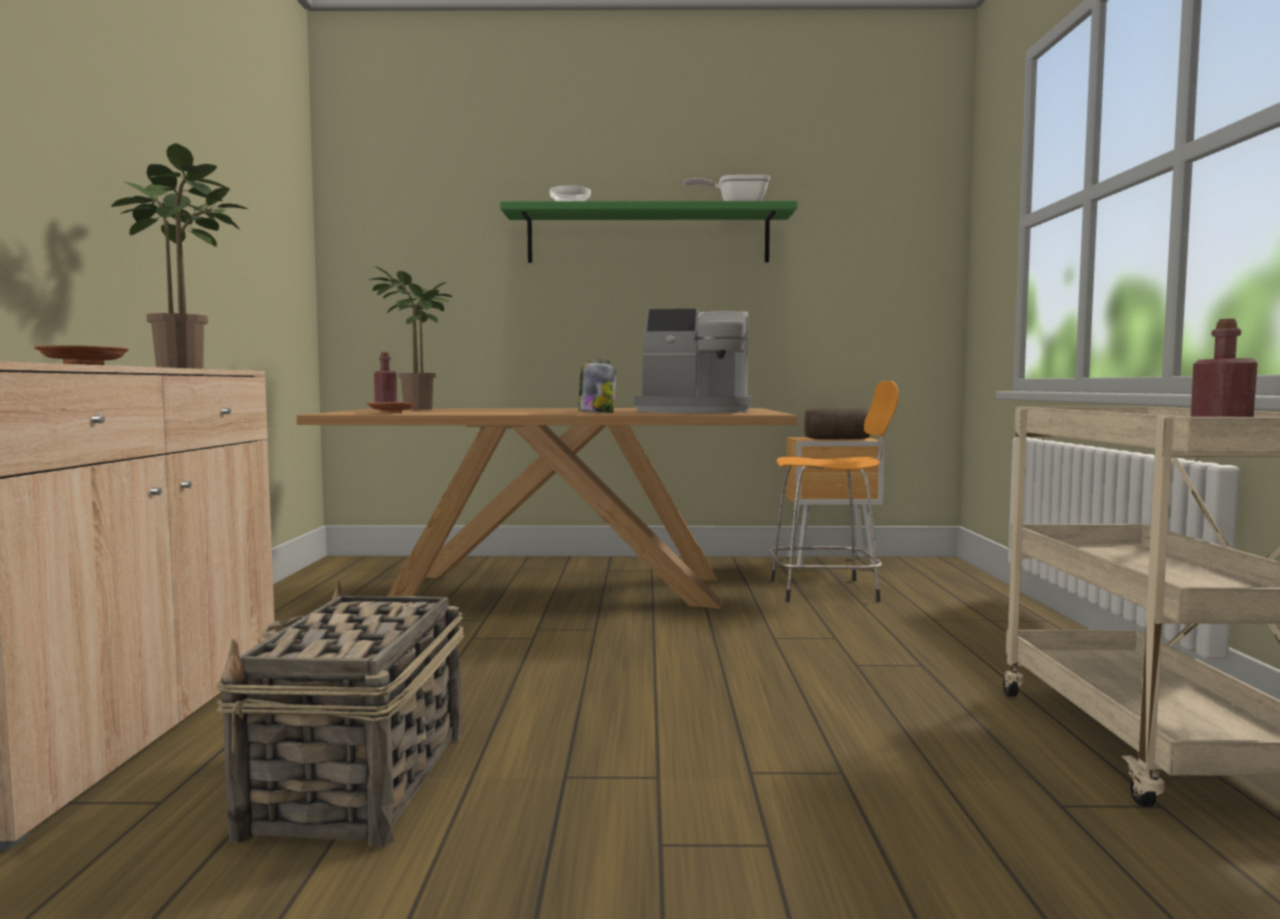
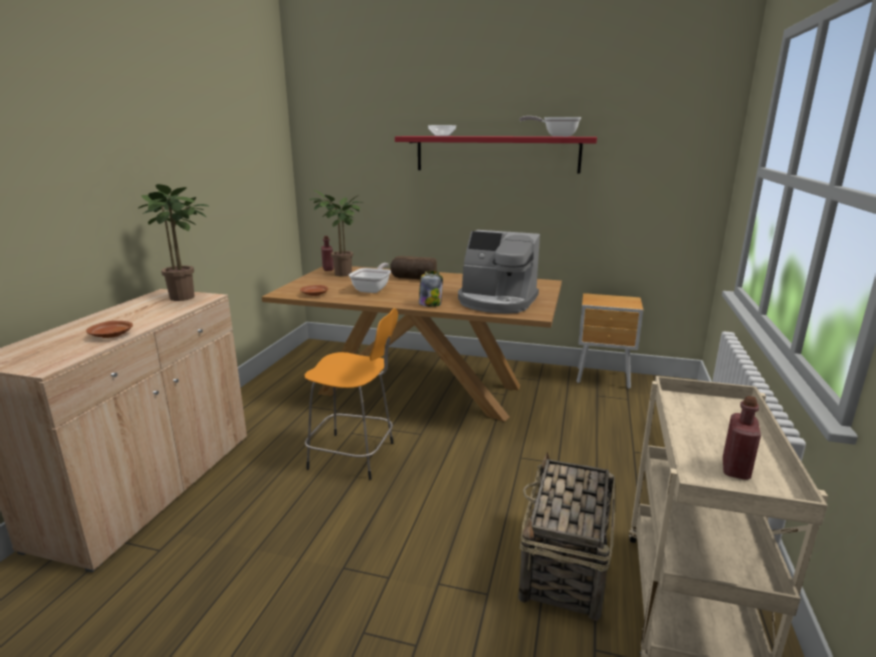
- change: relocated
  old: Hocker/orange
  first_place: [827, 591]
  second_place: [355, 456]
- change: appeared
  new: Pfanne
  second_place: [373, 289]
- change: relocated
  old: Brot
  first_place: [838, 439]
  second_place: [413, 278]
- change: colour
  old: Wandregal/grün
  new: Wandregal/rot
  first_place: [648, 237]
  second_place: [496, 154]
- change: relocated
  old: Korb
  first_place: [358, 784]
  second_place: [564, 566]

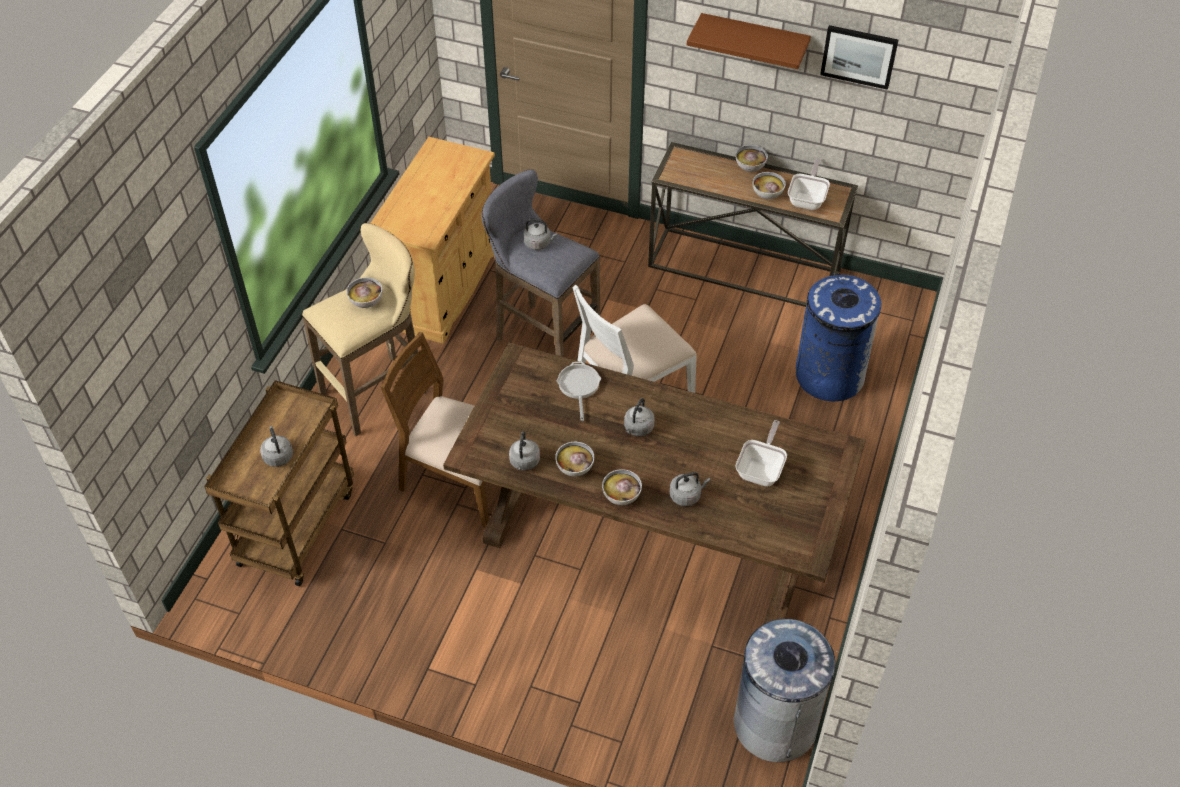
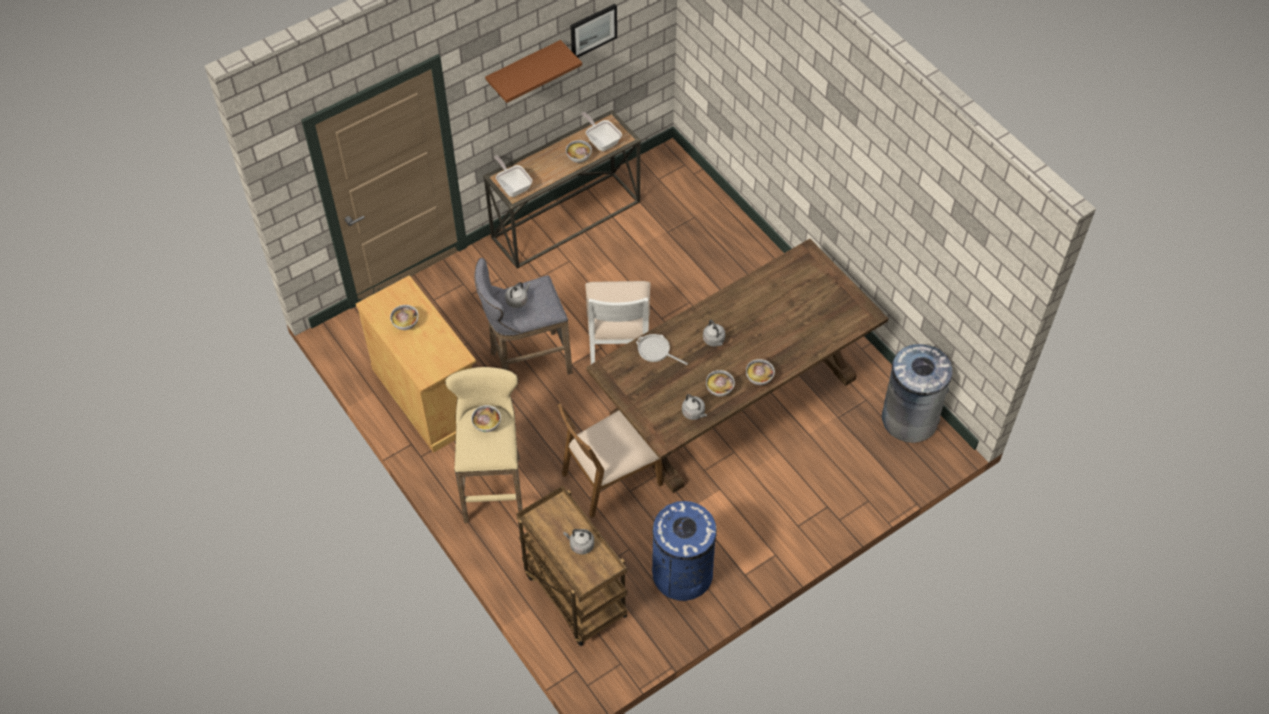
- change: relocated
  old: Schüssel
  first_place: [750, 168]
  second_place: [406, 324]
- change: relocated
  old: Pfanne
  first_place: [761, 469]
  second_place: [513, 186]
- change: relocated
  old: Mülleimer/blau
  first_place: [829, 375]
  second_place: [682, 574]
- change: missing
  old: Wasserkessel/grau
  first_place: [686, 495]

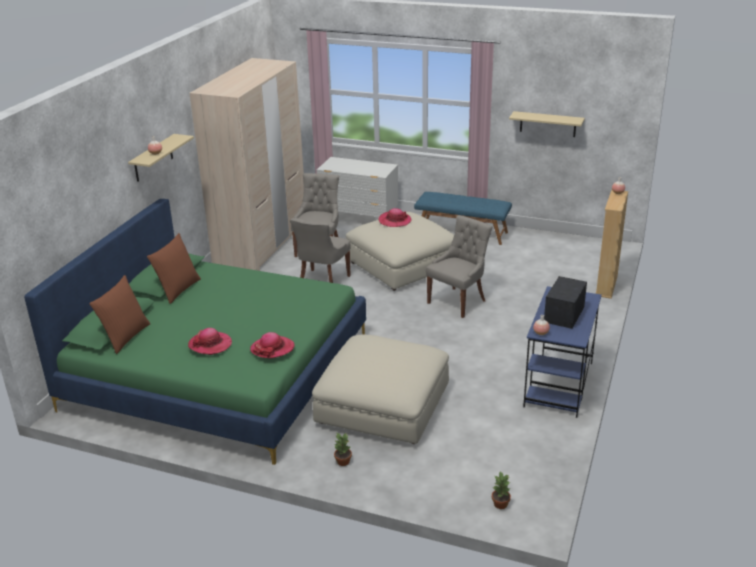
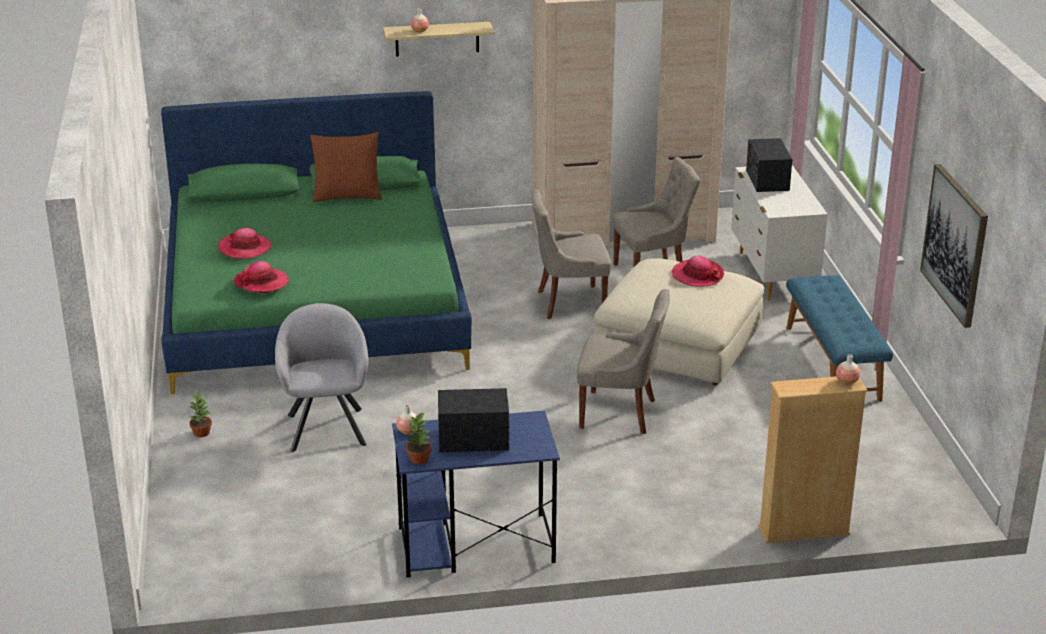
- change: exchanged
  old: Polsterhocker/beige
  new: Sessel/grau
  first_place: [383, 405]
  second_place: [326, 426]
- change: relocated
  old: Topfpflanze
  first_place: [500, 504]
  second_place: [420, 459]
- change: appeared
  new: Radio
  second_place: [767, 180]
- change: exchanged
  old: Wandregal/beige
  new: Bild
  first_place: [548, 124]
  second_place: [955, 244]
- change: missing
  old: Kissen/braun
  first_place: [125, 337]

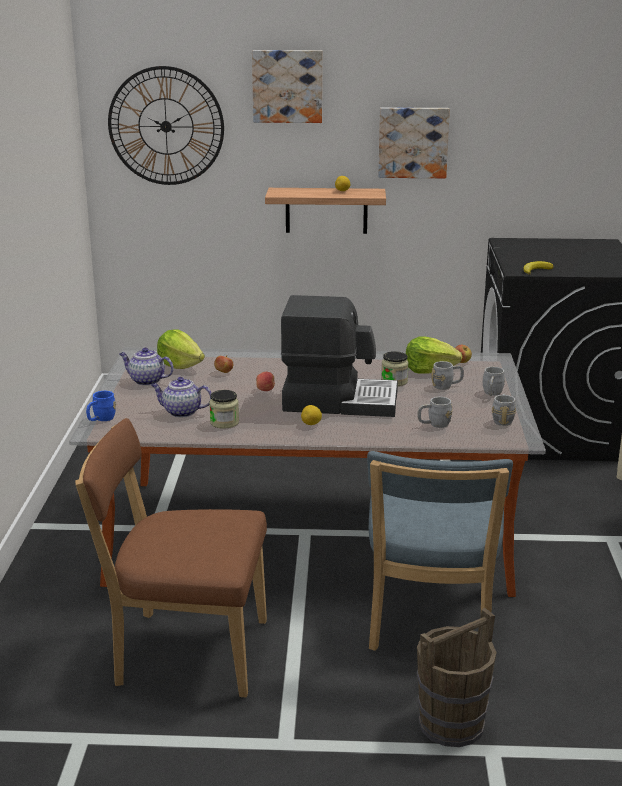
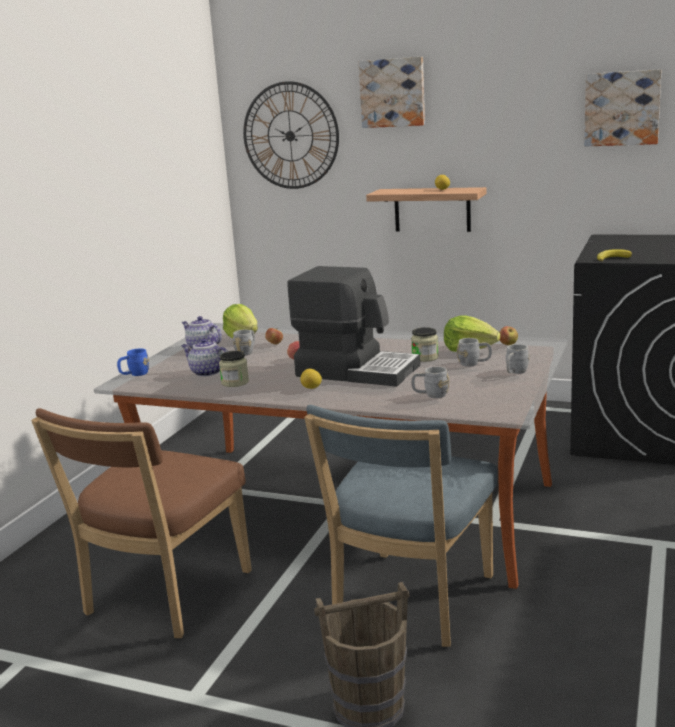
- change: spun
  old: Stuhl/braun
  first_place: [184, 652]
  second_place: [163, 597]
  degrees: -90
- change: relocated
  old: Henkelbecher/grau
  first_place: [502, 419]
  second_place: [247, 351]
- change: relocated
  old: Bild
  first_place: [413, 142]
  second_place: [622, 108]

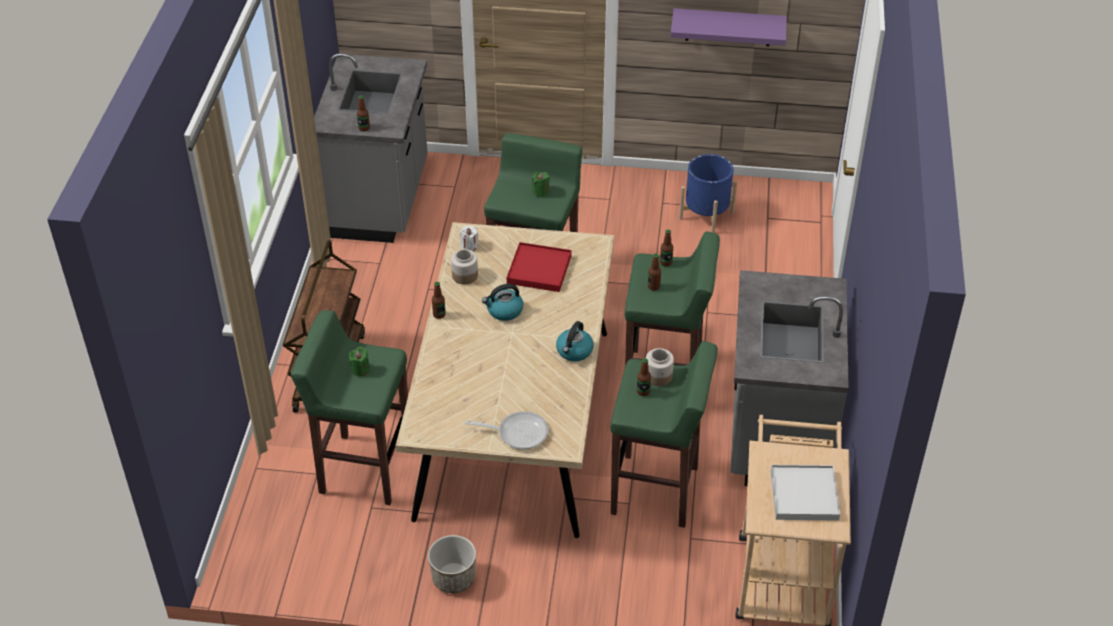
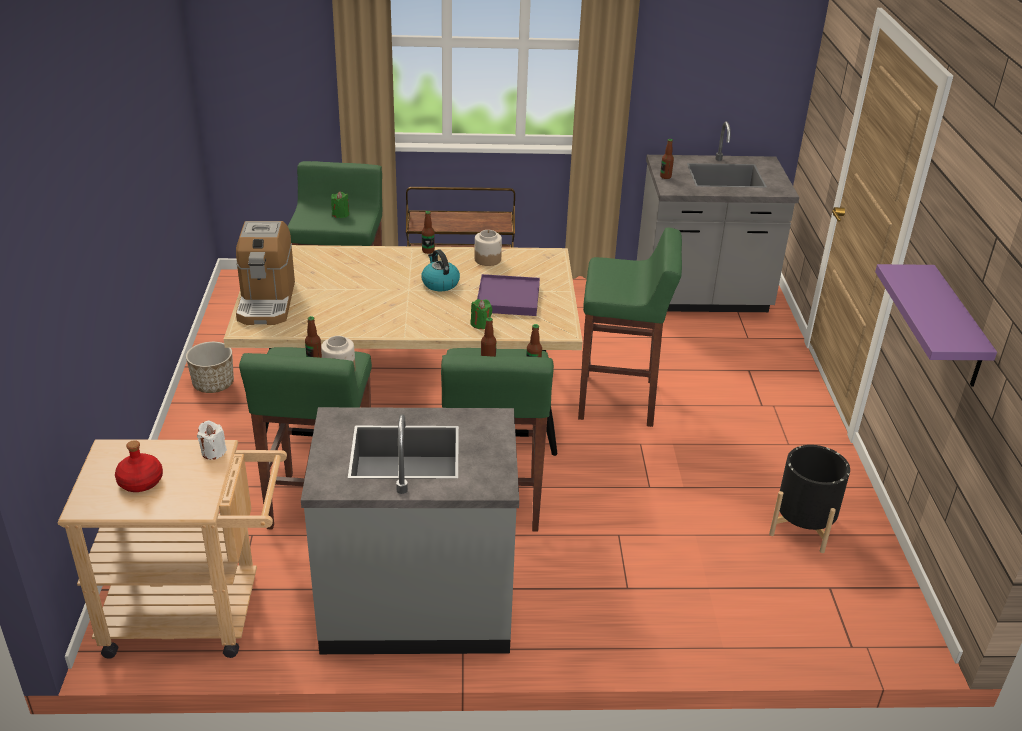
- change: exchanged
  old: Tablett/weiß
  new: Flasche/rot
  first_place: [804, 495]
  second_place: [140, 481]
- change: relocated
  old: Kerze/weiß
  first_place: [469, 246]
  second_place: [213, 452]
- change: exchanged
  old: Pfanne
  new: Kaffeemaschine
  first_place: [518, 433]
  second_place: [266, 301]
- change: relocated
  old: Kerze/grün
  first_place: [540, 192]
  second_place: [480, 324]
- change: colour
  old: Tablett/rot
  new: Tablett/lila
  first_place: [539, 269]
  second_place: [508, 298]
- change: colour
  old: Pflanzkübel/blau
  new: Pflanzkübel/schwarz
  first_place: [706, 215]
  second_place: [802, 527]
- change: missing
  old: Wasserkessel
  first_place: [574, 351]

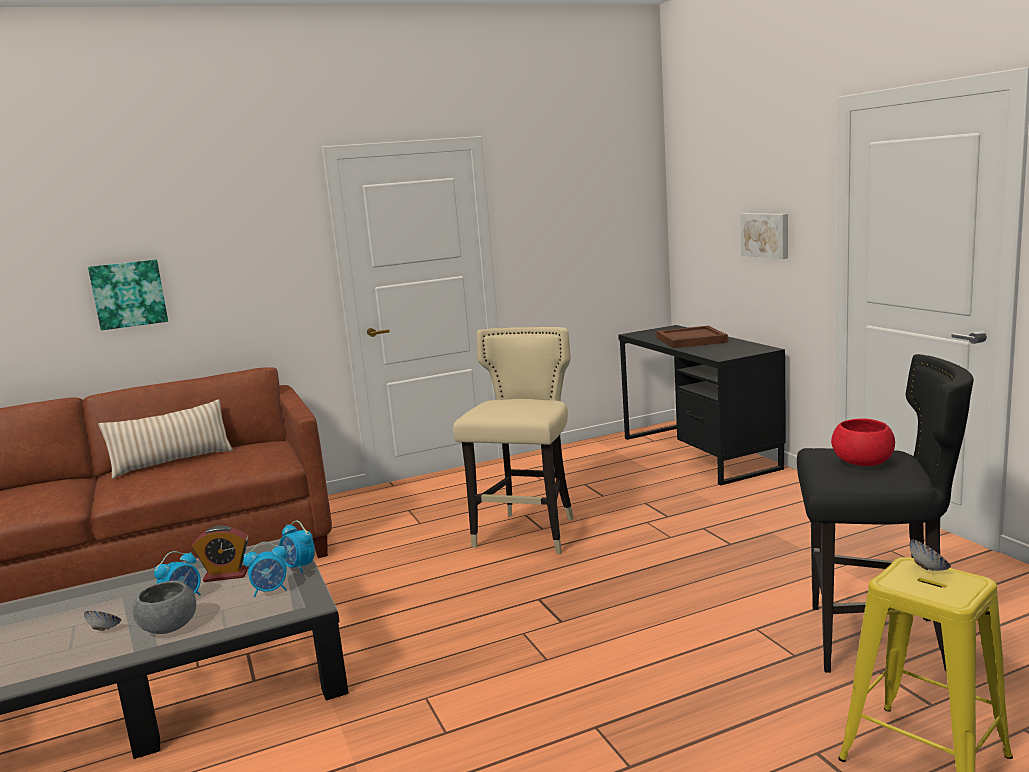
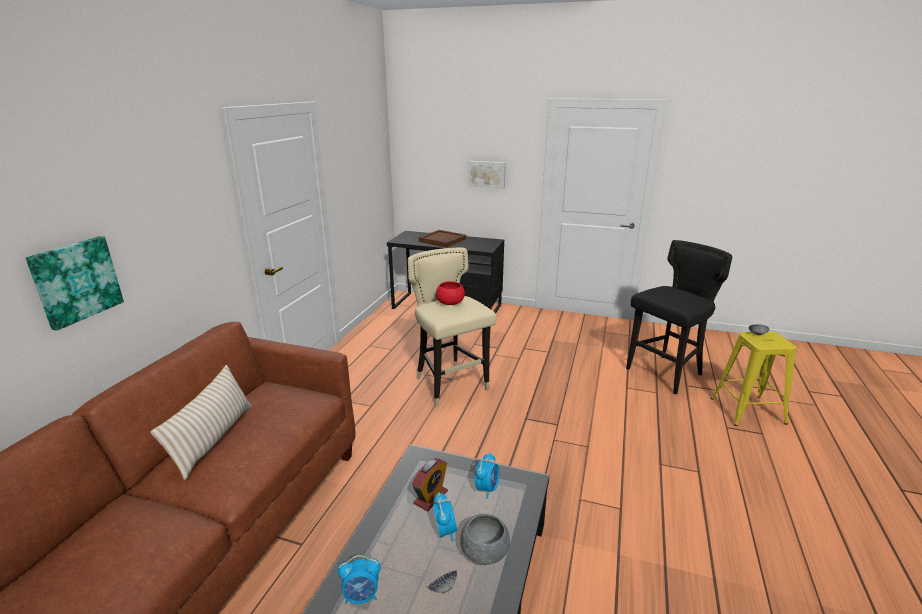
- change: relocated
  old: Wecker
  first_place: [299, 567]
  second_place: [362, 596]
- change: relocated
  old: Schüssel/rot
  first_place: [862, 463]
  second_place: [450, 303]

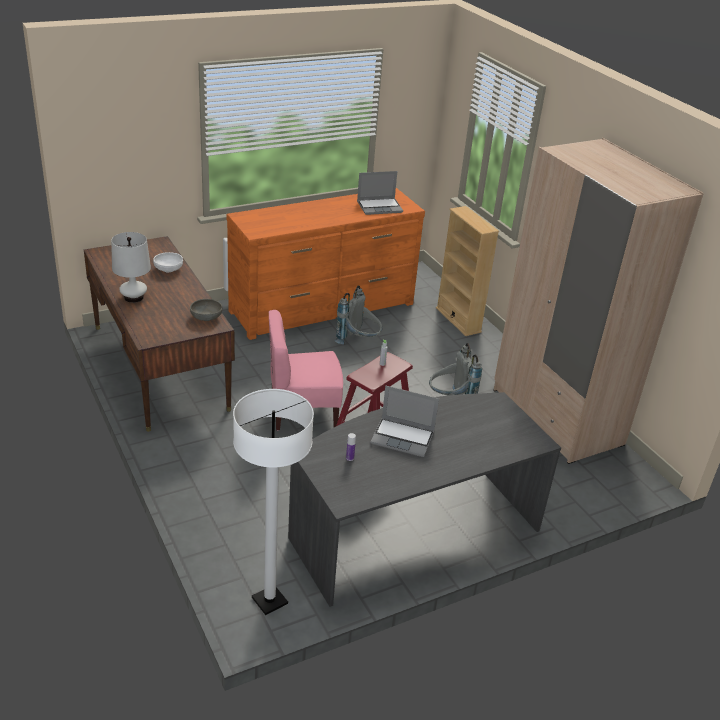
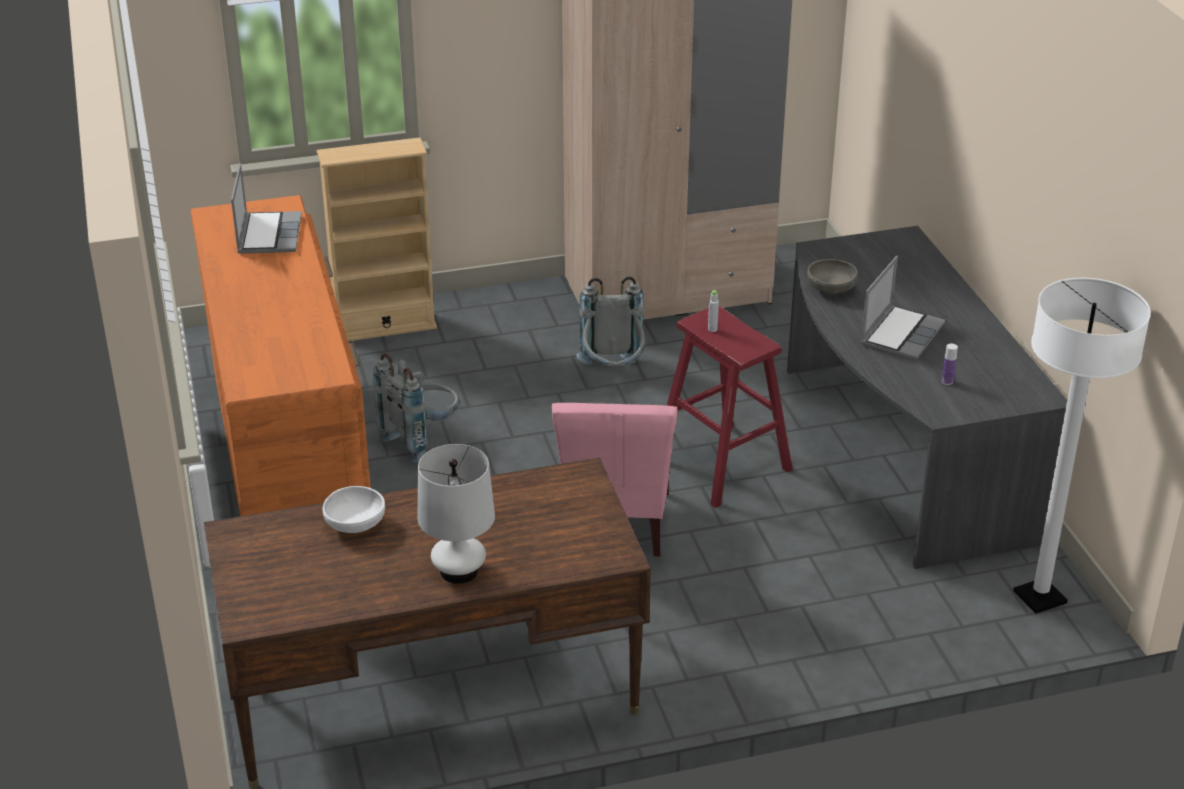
- change: relocated
  old: Schüssel/grau
  first_place: [206, 317]
  second_place: [831, 289]

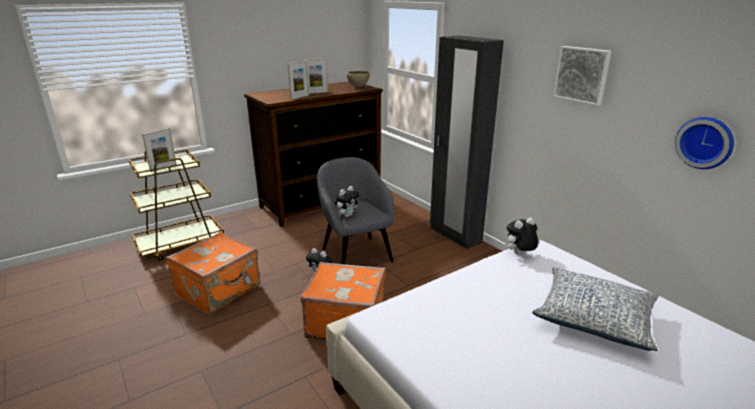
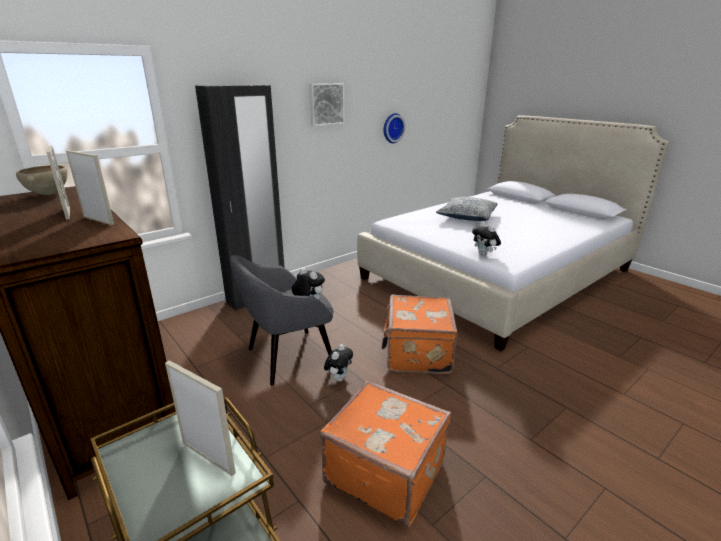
- change: relocated
  old: Plüschtier
  first_place: [519, 254]
  second_place: [484, 254]

